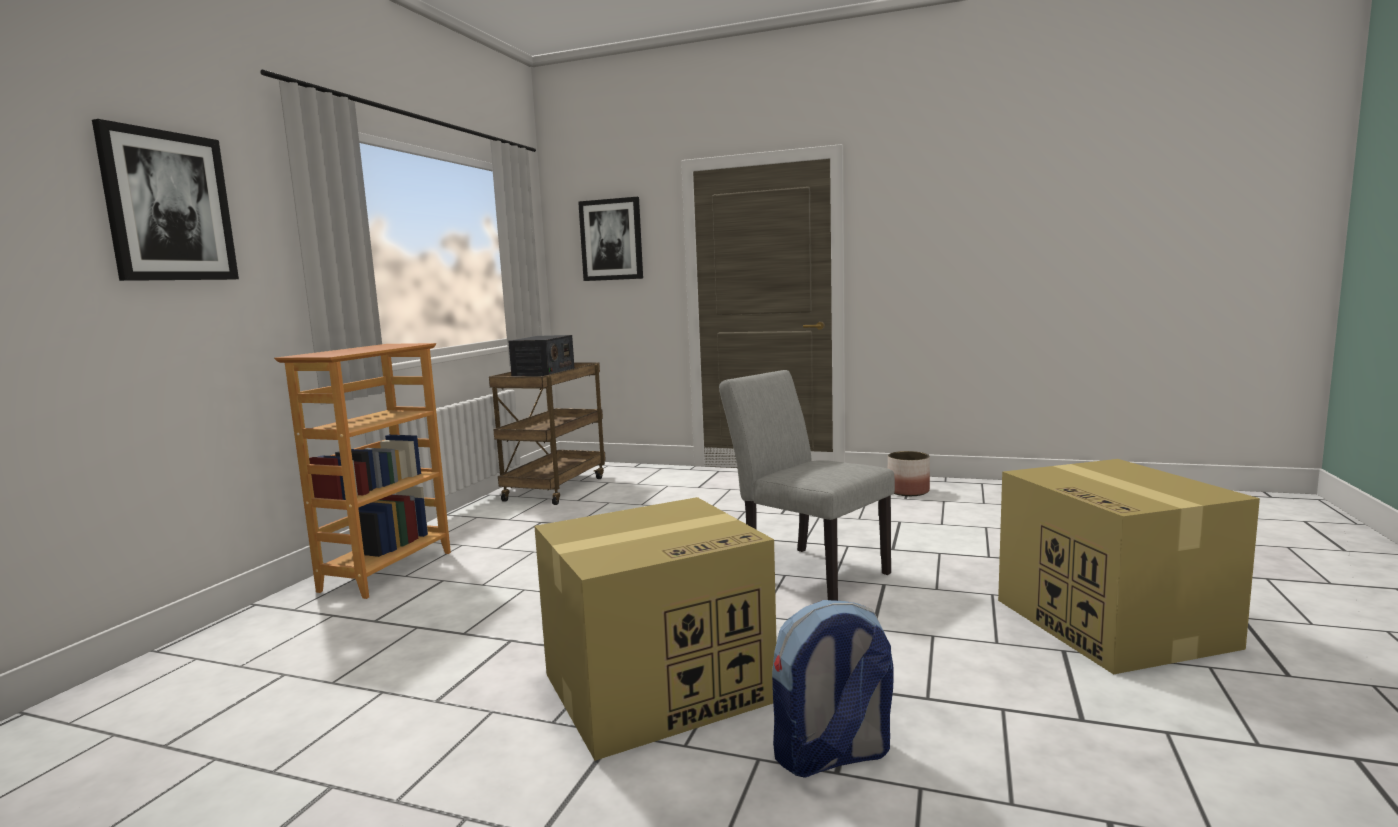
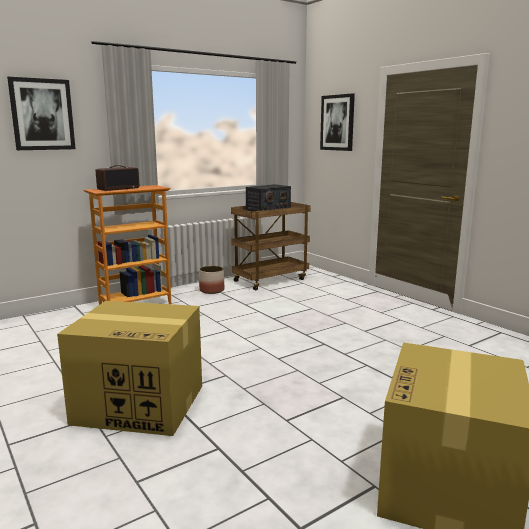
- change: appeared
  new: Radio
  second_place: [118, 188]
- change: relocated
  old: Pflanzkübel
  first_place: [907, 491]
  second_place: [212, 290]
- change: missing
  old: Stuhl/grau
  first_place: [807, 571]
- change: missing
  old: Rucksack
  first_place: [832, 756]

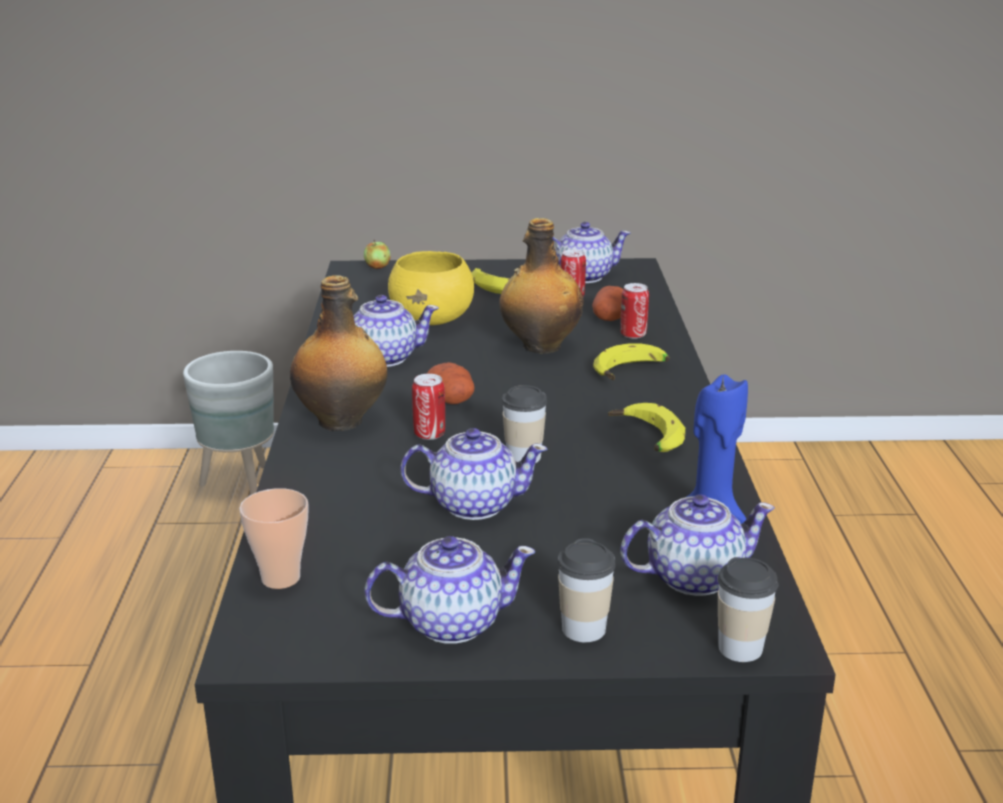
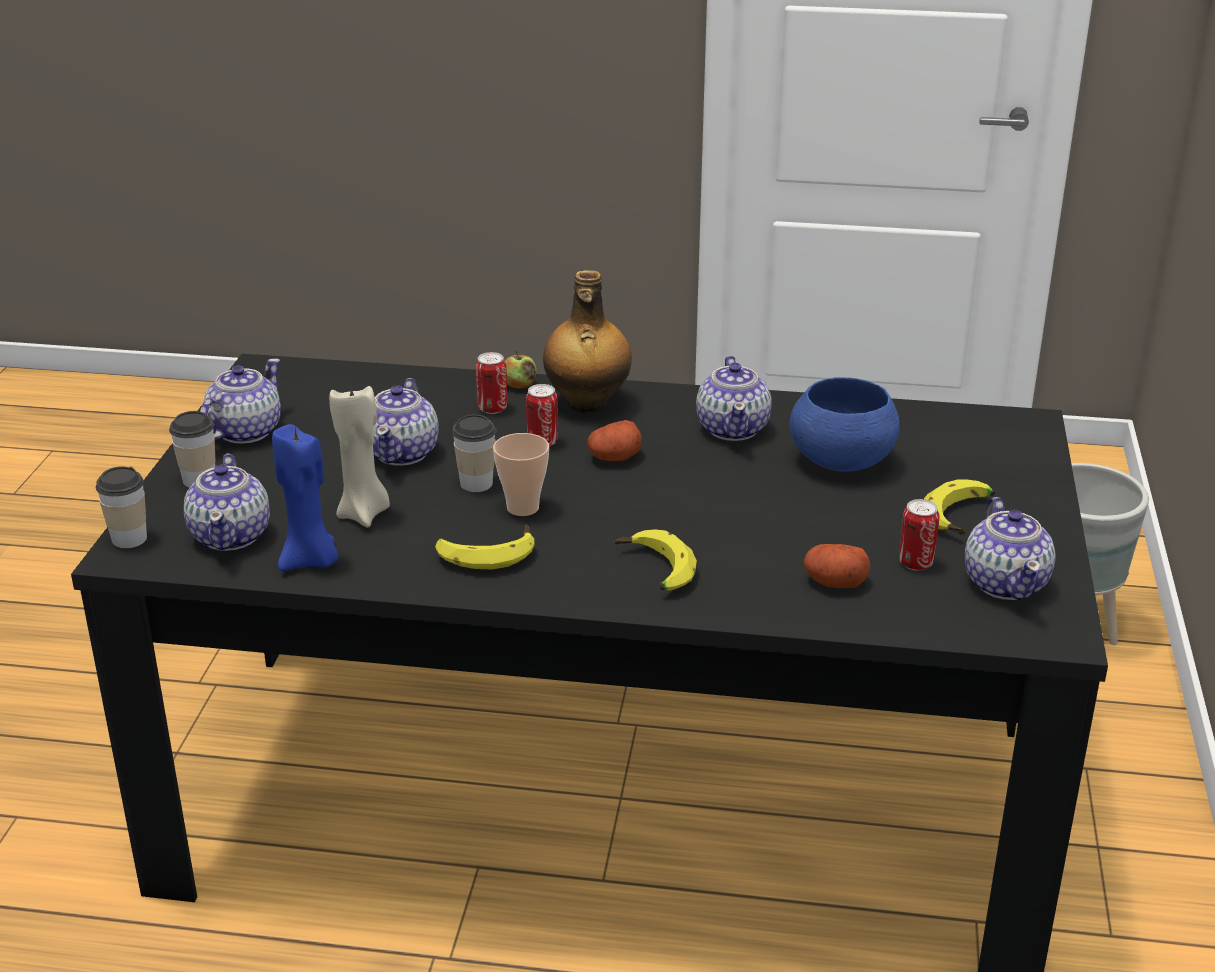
- change: spun
  old: Teekanne
  first_place: [450, 622]
  second_place: [244, 432]
  degrees: -150
- change: appeared
  new: Kerze/beige
  second_place: [364, 514]
- change: relocated
  old: Dose
  first_place: [633, 335]
  second_place: [492, 408]
- change: relocated
  old: Tasse
  first_place: [280, 578]
  second_place: [523, 508]
- change: relocated
  old: Apfel
  first_place: [377, 267]
  second_place: [519, 385]
- change: colour
  old: Schüssel/gelb
  new: Schüssel/blau
  first_place: [433, 320]
  second_place: [842, 462]
- change: missing
  old: Flasche
  first_place: [540, 346]

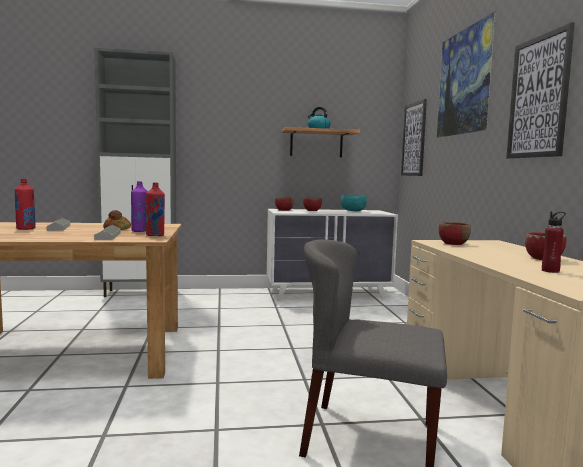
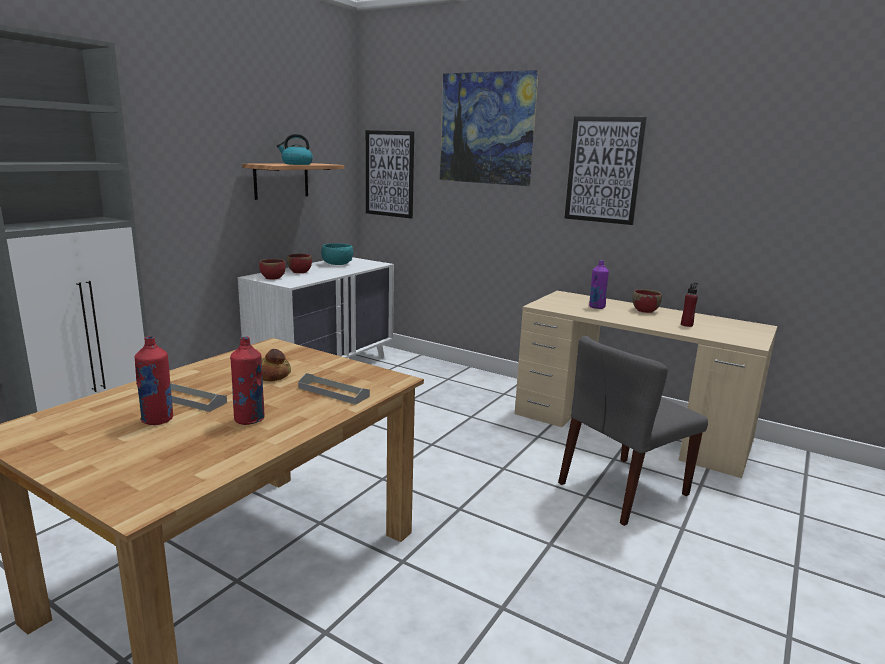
- change: relocated
  old: Flasche/rot
  first_place: [155, 235]
  second_place: [249, 419]
- change: relocated
  old: Flasche/lila
  first_place: [140, 231]
  second_place: [596, 307]
- change: missing
  old: Schüssel/rot
  first_place: [453, 243]

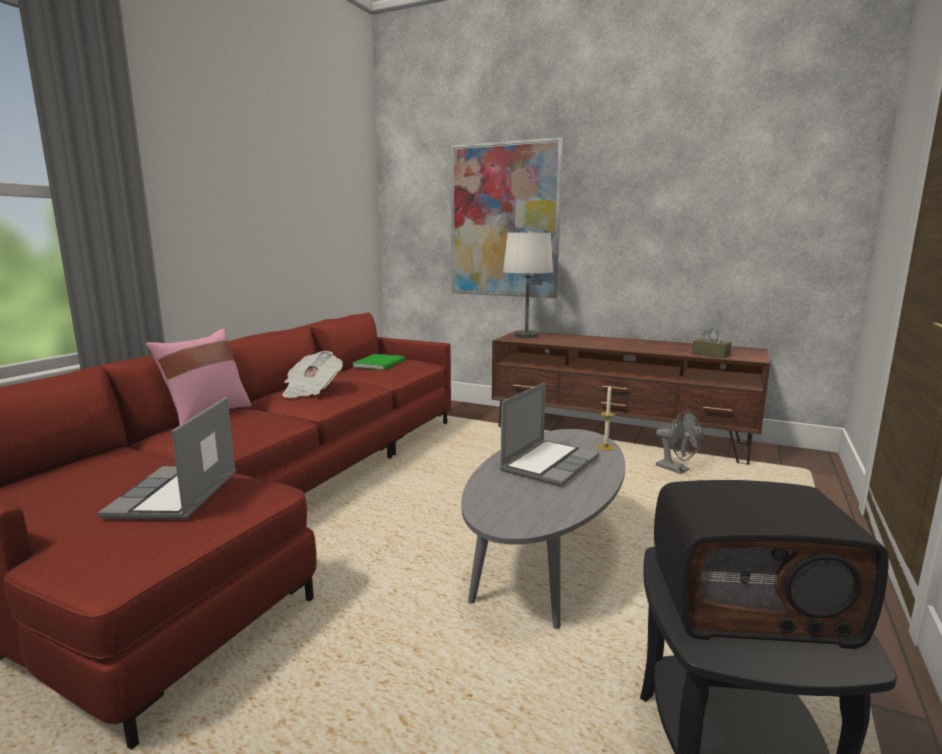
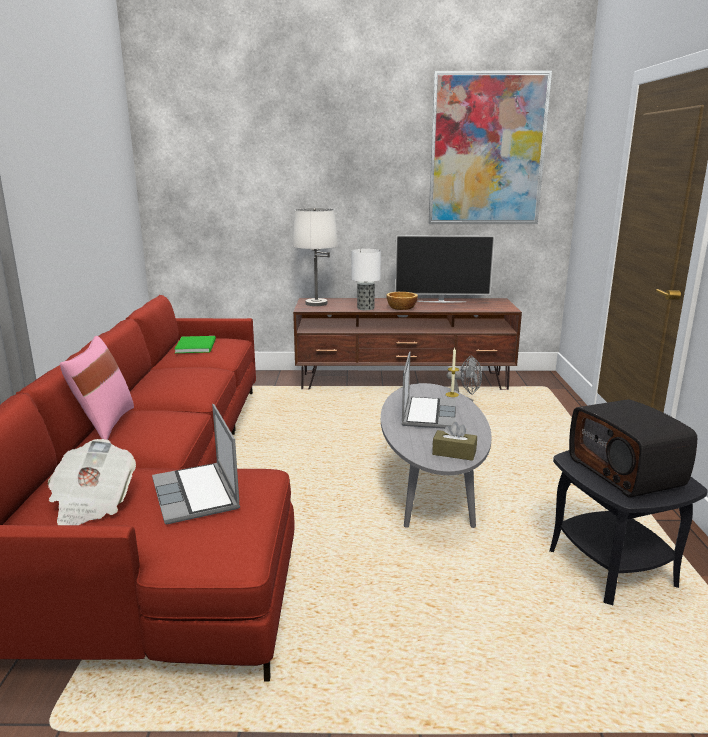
- change: relocated
  old: Zeitung
  first_place: [311, 390]
  second_place: [92, 503]
- change: appeared
  new: Tischlampe
  second_place: [365, 308]
- change: appeared
  new: Schüssel
  second_place: [401, 308]
- change: appeared
  new: Fernseher
  second_place: [441, 301]
- change: relocated
  old: Bild
  first_place: [504, 221]
  second_place: [487, 150]
- change: relocated
  old: Taschentuchbox/braun
  first_place: [710, 354]
  second_place: [454, 453]
- change: spun
  old: Radio
  first_place: [750, 602]
  second_place: [627, 472]
  degrees: 90

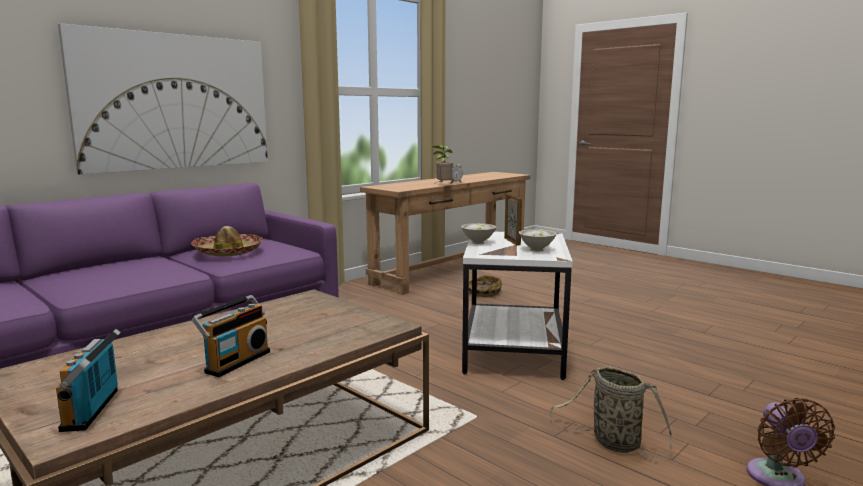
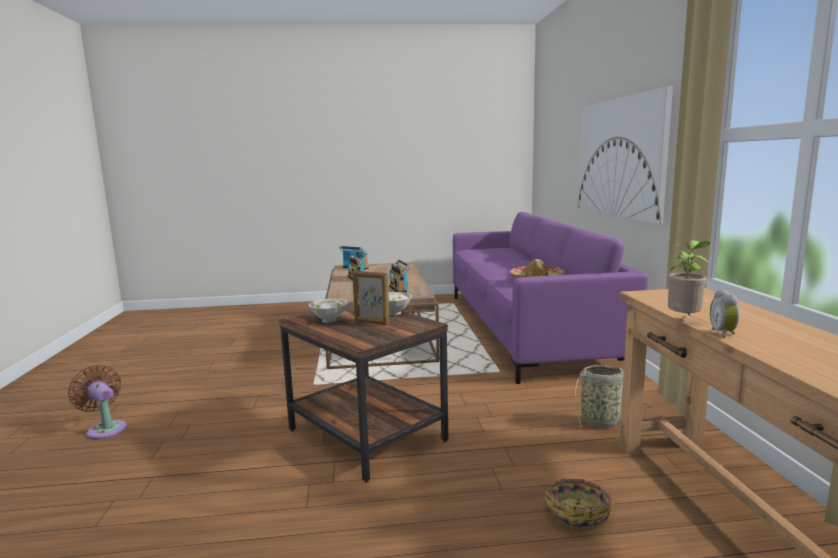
- change: colour
  old: Beistelltisch/weiß
  new: Beistelltisch/braun
  first_place: [512, 351]
  second_place: [368, 435]
- change: appeared
  new: Radio
  second_place: [399, 289]
- change: relocated
  old: Korb
  first_place: [612, 442]
  second_place: [602, 422]

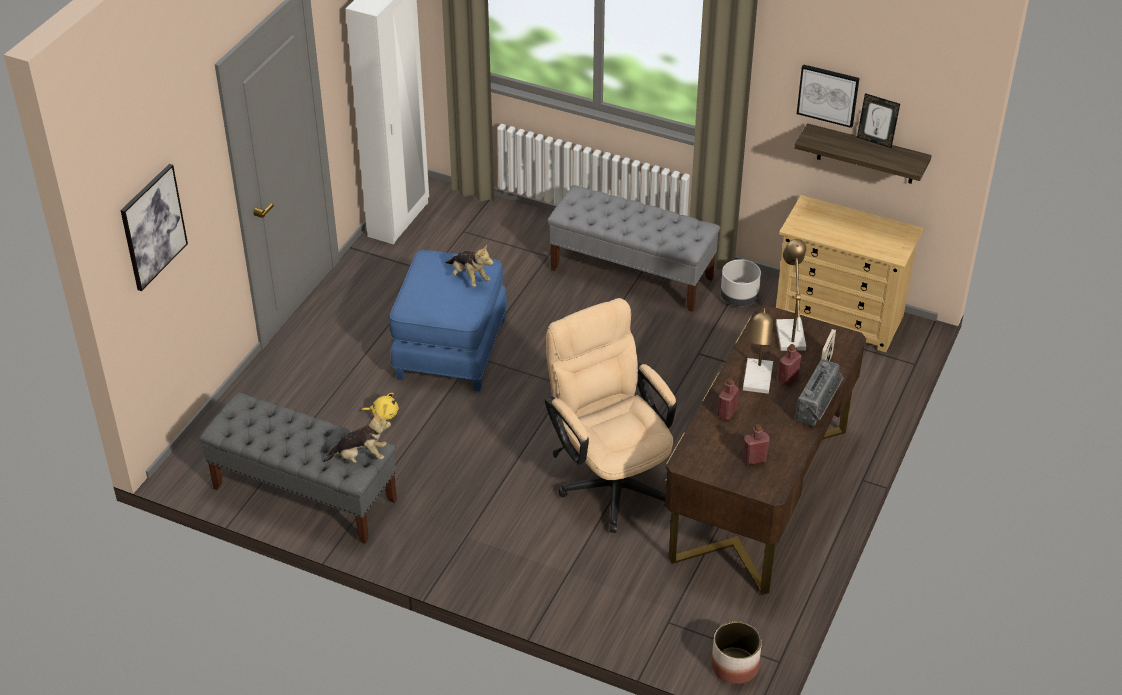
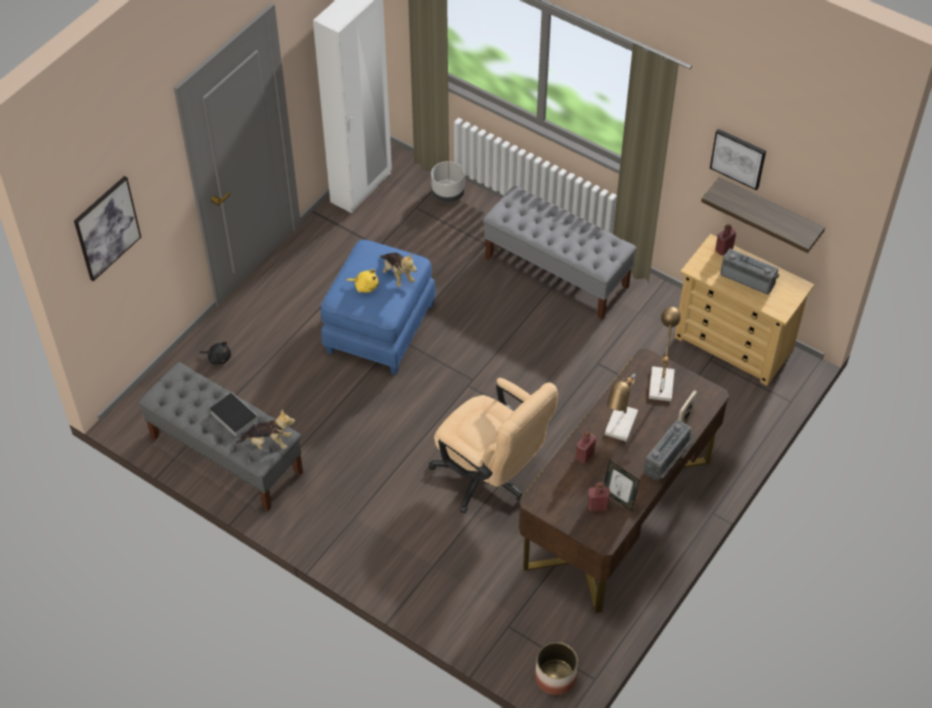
- change: appeared
  new: Plüschtier/schwarz
  second_place: [218, 358]
- change: appeared
  new: Buch
  second_place: [233, 415]
- change: relocated
  old: Plüschtier/gelb
  first_place: [383, 414]
  second_place: [365, 286]
- change: spun
  old: Bürostuhl/beige
  first_place: [610, 479]
  second_place: [490, 479]
  degrees: 150
- change: relocated
  old: Pflanzkübel/grau
  first_place: [739, 298]
  second_place: [448, 193]
- change: relocated
  old: Bilderrahmen
  first_place: [875, 141]
  second_place: [618, 499]
- change: relocated
  old: Flasche/rot
  first_place: [788, 378]
  second_place: [724, 249]
- change: appeared
  new: Radio
  second_place: [748, 278]

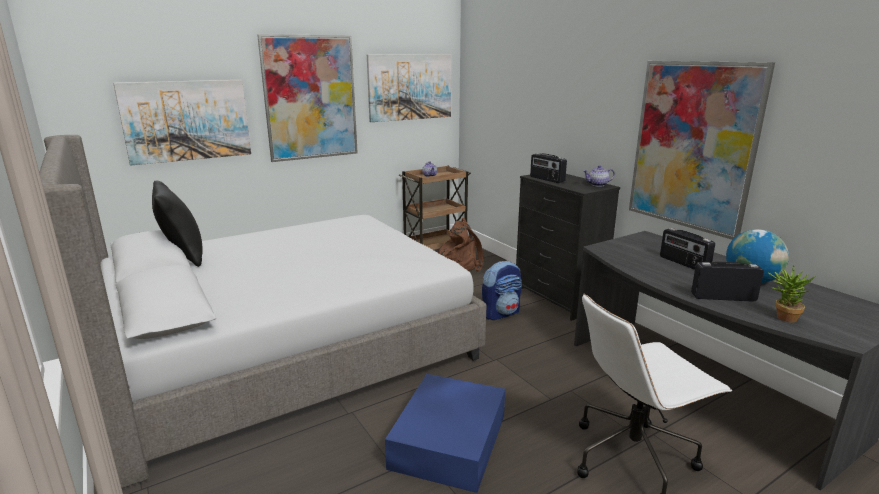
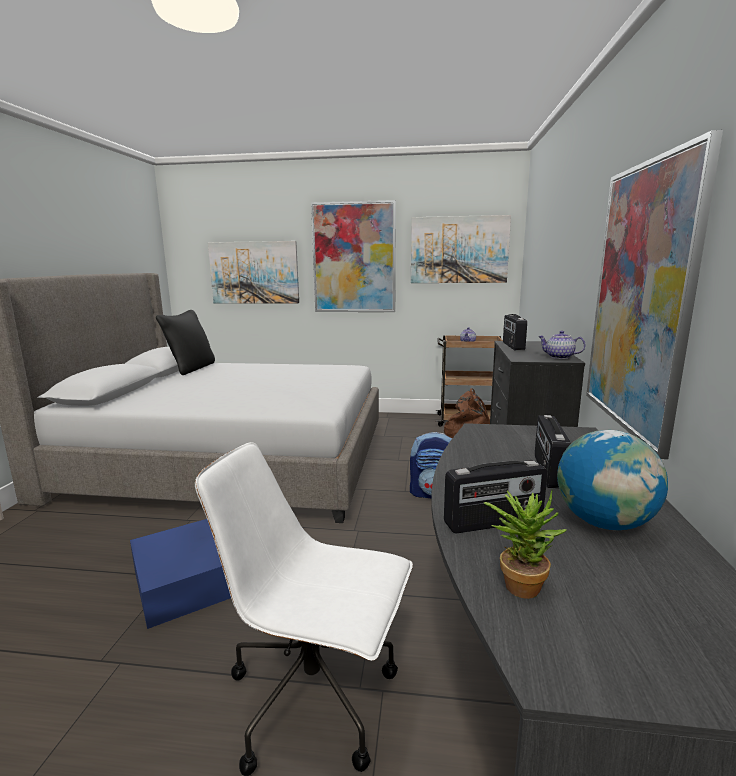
- change: spun
  old: Radio
  first_place: [723, 297]
  second_place: [494, 523]
  degrees: 120

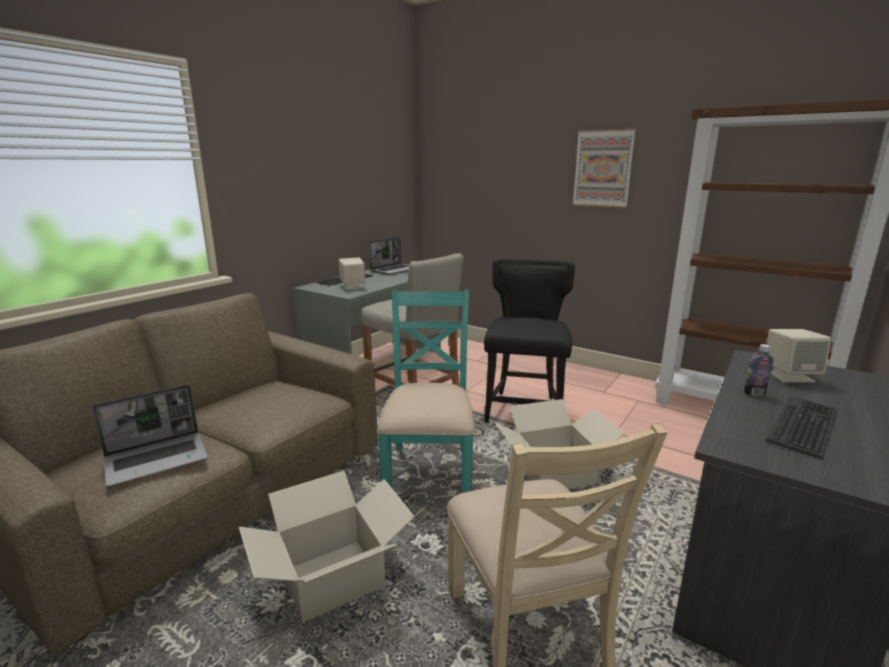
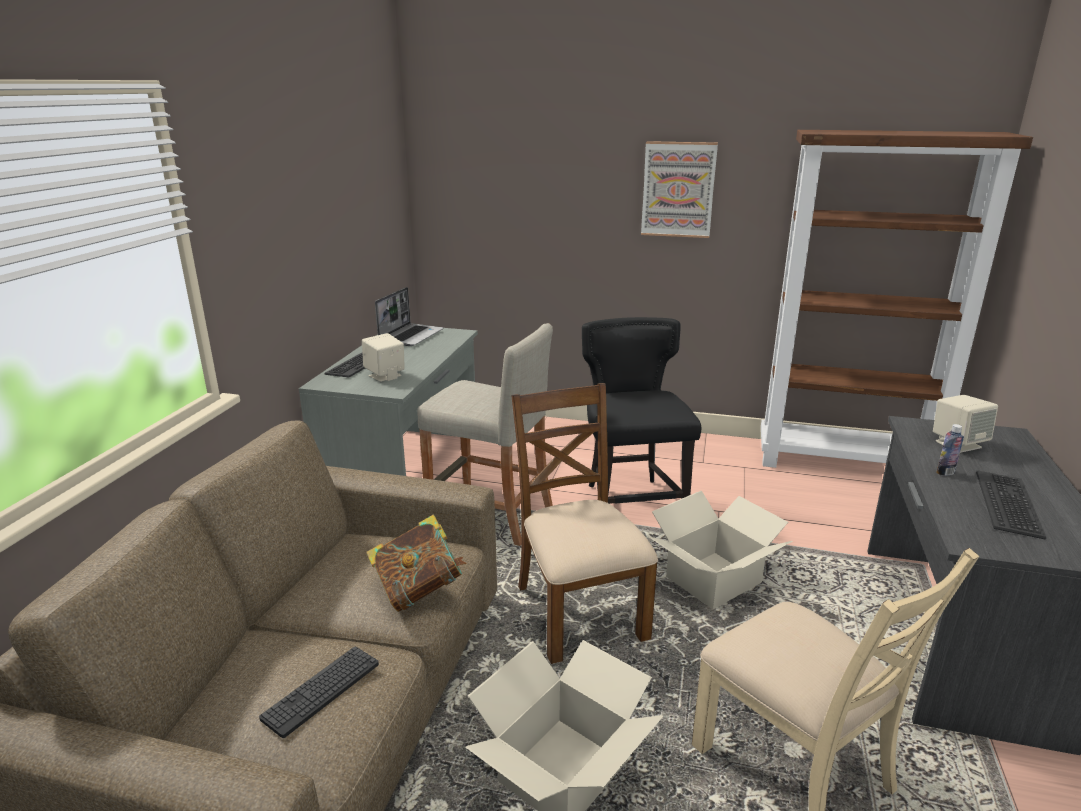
- change: exchanged
  old: Laptop
  new: Tastatur
  first_place: [158, 459]
  second_place: [322, 690]
- change: appeared
  new: Buch
  second_place: [419, 590]
- change: colour
  old: Stuhl/türkis
  new: Stuhl/braun
  first_place: [429, 472]
  second_place: [578, 611]

